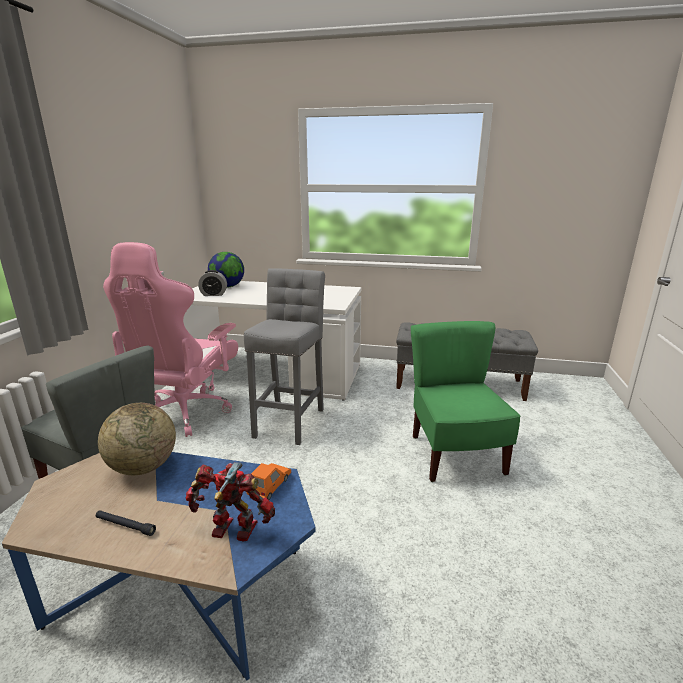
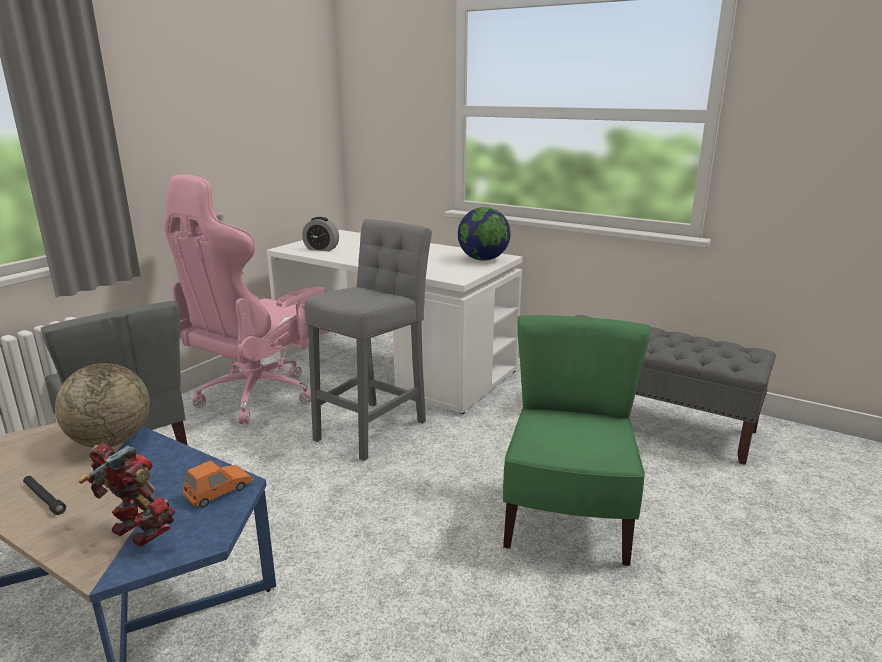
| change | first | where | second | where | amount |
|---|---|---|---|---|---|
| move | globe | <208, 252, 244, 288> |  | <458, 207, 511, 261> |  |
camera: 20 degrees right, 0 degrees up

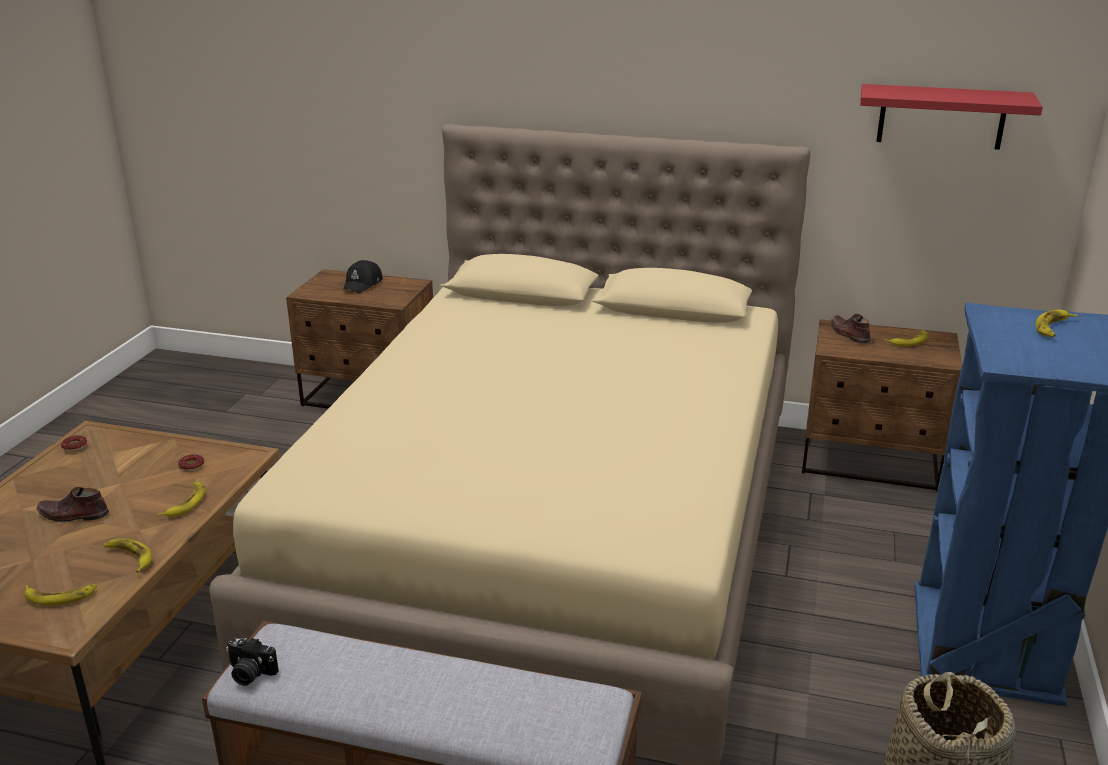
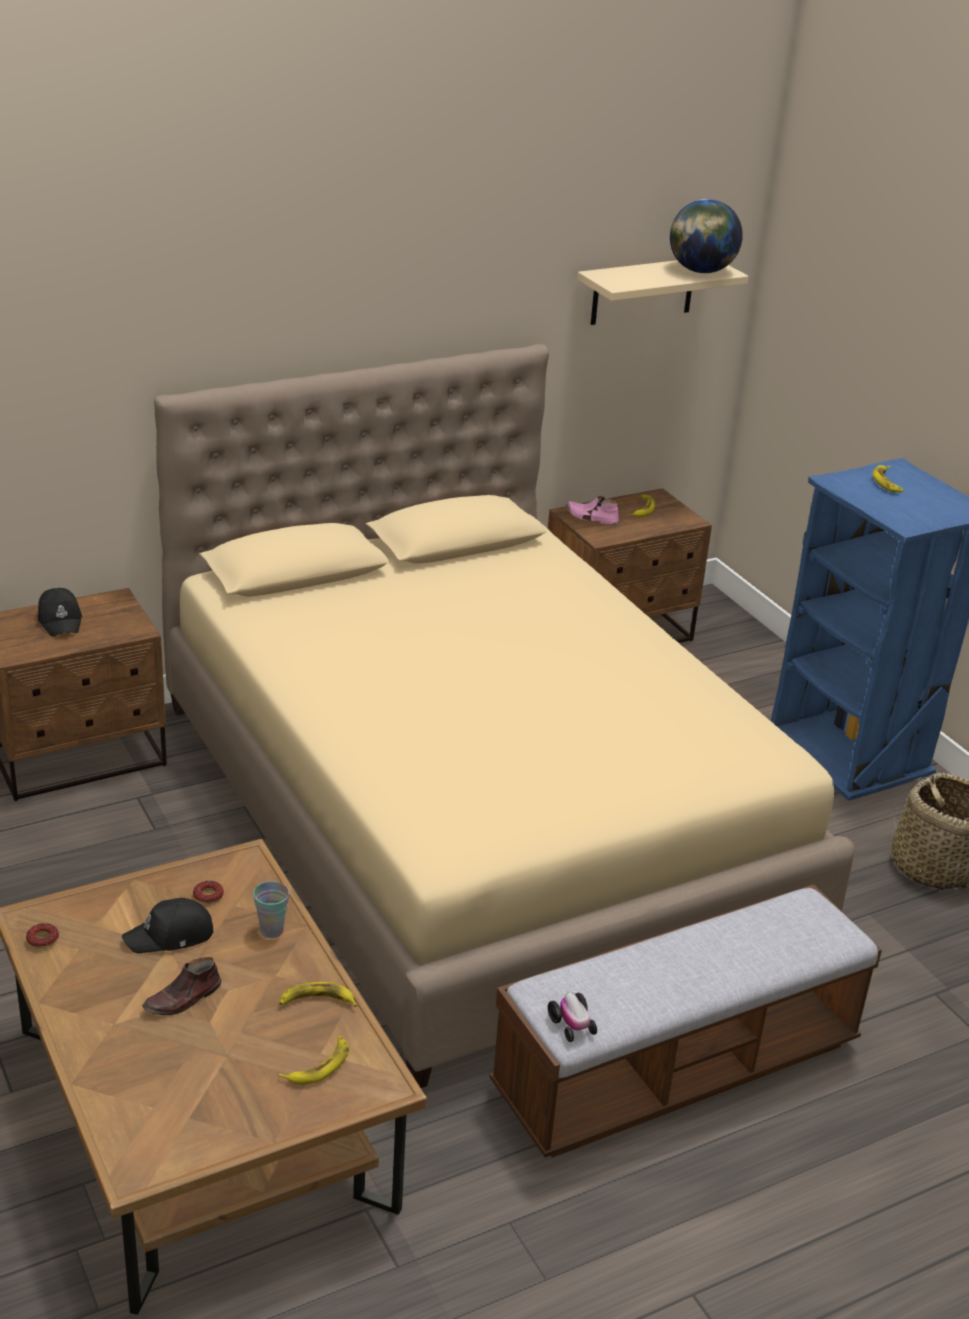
| change | first | where | second | where | amount |
|---|---|---|---|---|---|
| insert |  |  | baseball cap in black | <122, 898, 213, 953> |  |
| replace | whole banana | <158, 482, 206, 517> | drinking cup | <254, 881, 289, 938> |  |
| replace | photo camera | <226, 638, 279, 686> | model car | <548, 992, 597, 1042> |  |
| recolor | shoe in brown | <831, 314, 870, 343> | shoe in pinkish | <566, 496, 619, 524> |  |
| recolor | wall shelf in red-coloured | <860, 84, 1043, 150> | wall shelf in beige | <577, 260, 749, 325> |  |
| insert |  |  | globe | <670, 199, 743, 273> |  |
camera: 45 degrees left, 5 degrees up

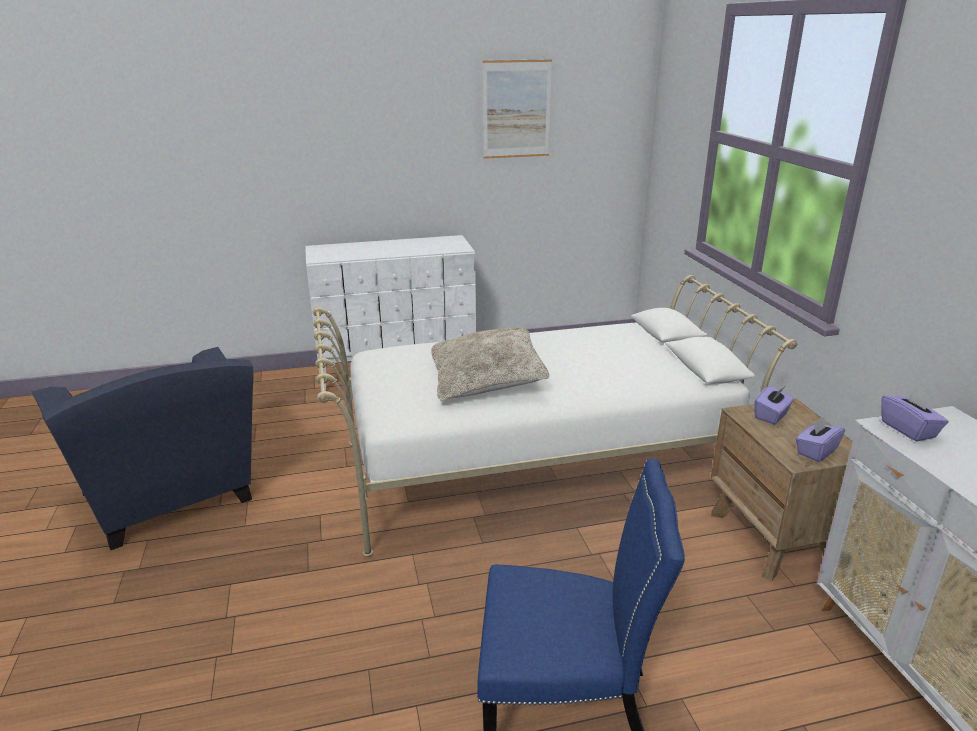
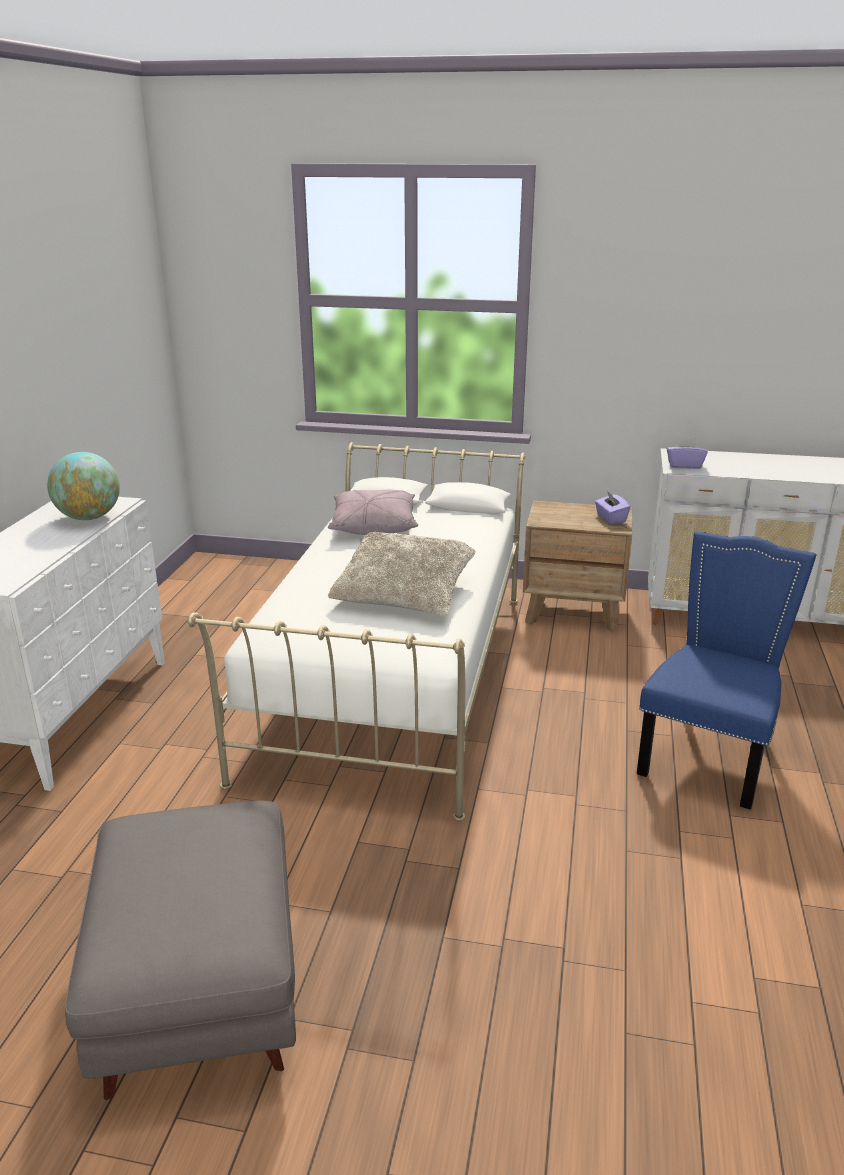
| change | first | where | second | where | amount |
|---|---|---|---|---|---|
| insert |  |  | globe | <47, 452, 120, 520> |  |
| replace | armchair in blue | <32, 347, 254, 550> | ottoman in grey | <65, 800, 296, 1100> |  |
| insert |  |  | cushion in purplish | <328, 490, 418, 535> |  |
| delete | wall picture | <483, 59, 552, 159> |  |  |  |
| delete | tissue holder in purplish | <754, 386, 794, 425> |  |  |  |
camera: 65 degrees left, 0 degrees up

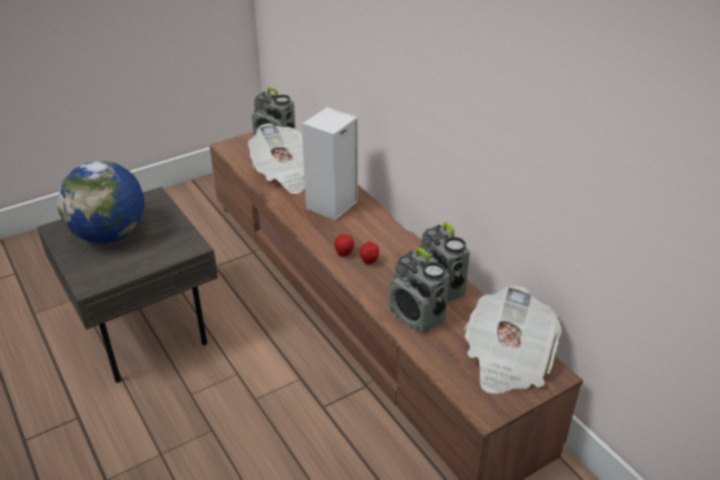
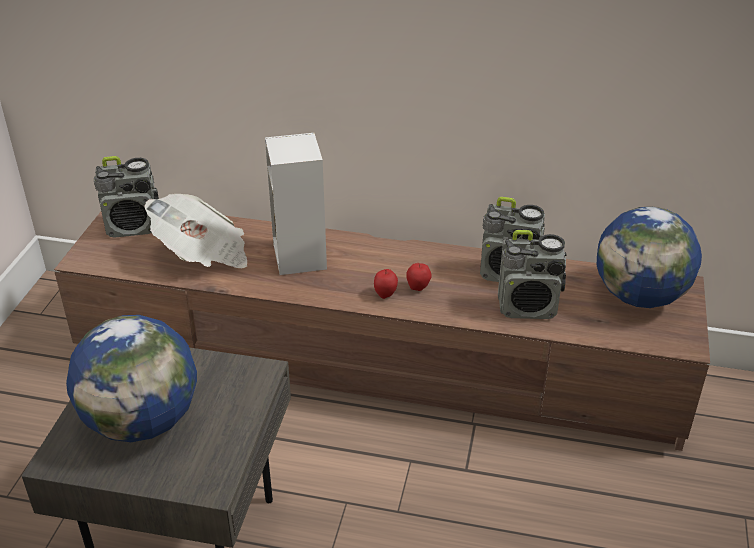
| change | first | where | second | where | amount |
|---|---|---|---|---|---|
| replace | newspaper | <464, 286, 562, 394> | globe | <597, 207, 702, 308> |  |
camera: 45 degrees left, 0 degrees up

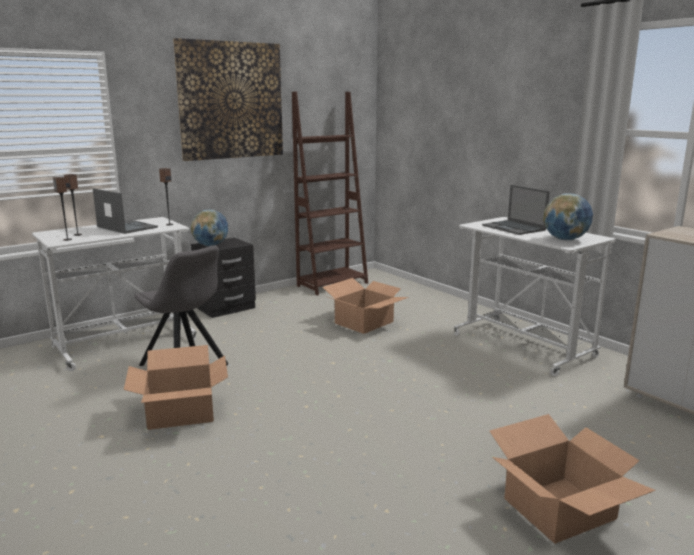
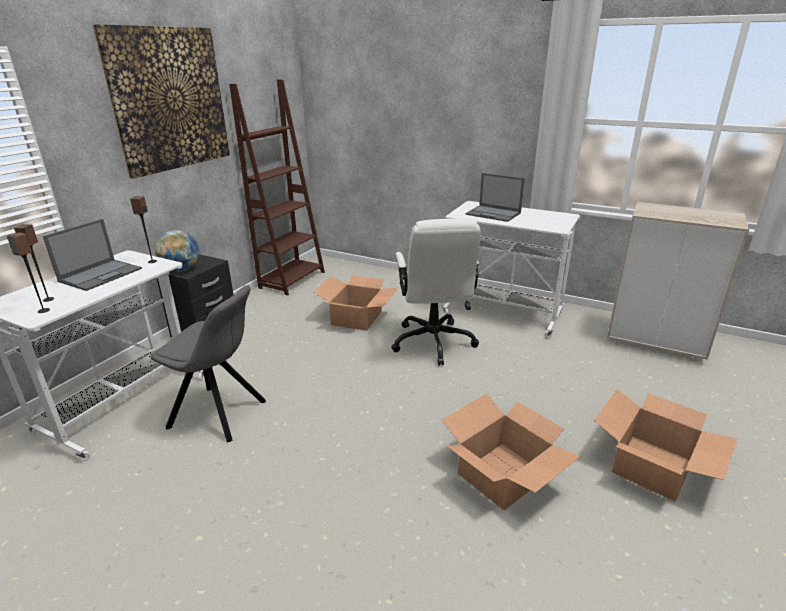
| change | first | where | second | where | amount |
|---|---|---|---|---|---|
| rotate | laptop | <93, 188, 158, 234> |  | <43, 219, 142, 291> | 105 degrees clockwise |
| insert |  |  | desk chair in white-coloured | <391, 218, 481, 365> |  |
| move | packing box | <124, 345, 228, 430> |  | <441, 393, 580, 511> |  |
| delete | globe | <543, 193, 593, 240> |  |  |  |
camera: 25 degrees left, 10 degrees up

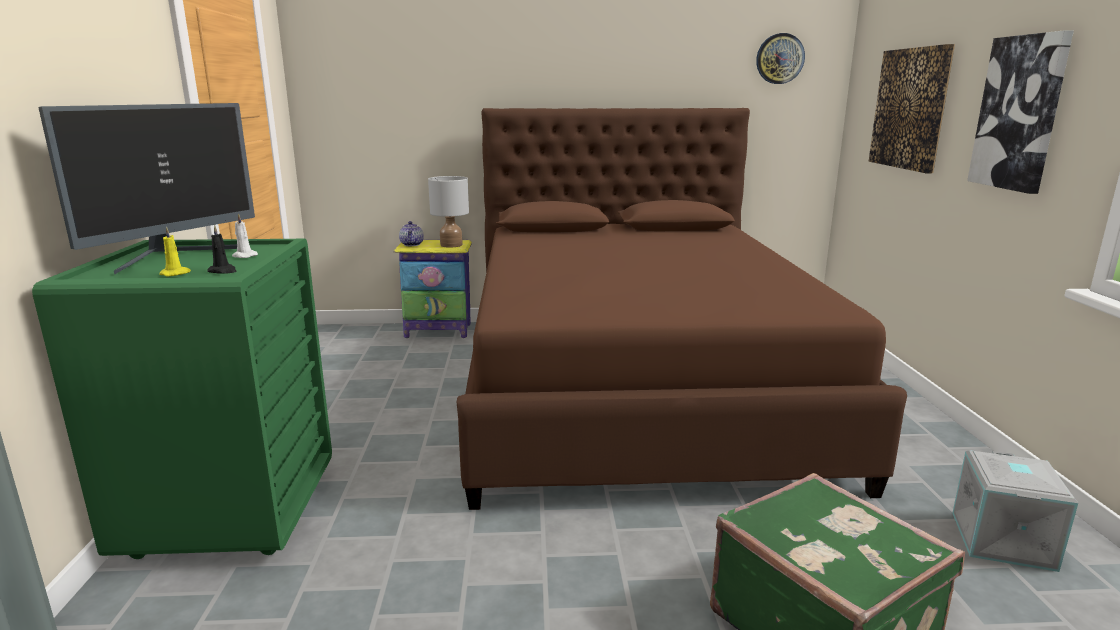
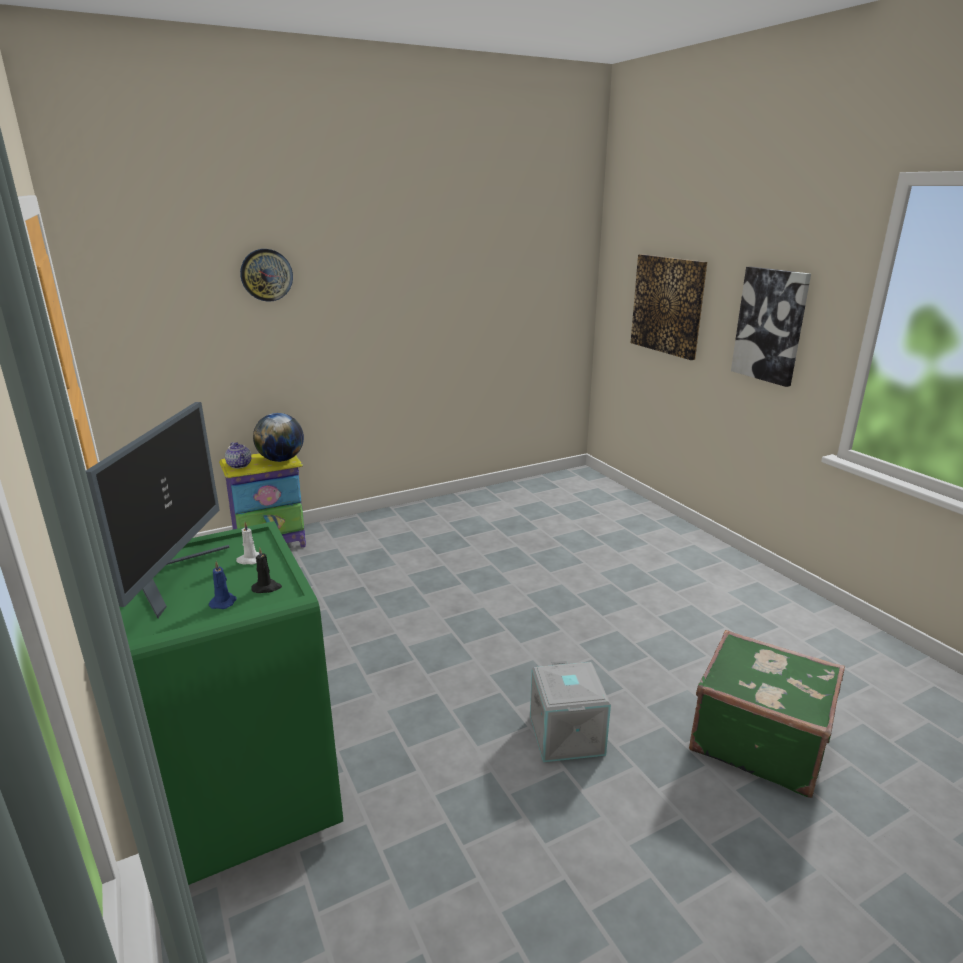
| change | first | where | second | where | amount |
|---|---|---|---|---|---|
| recolor | wax light in yellowish | <159, 227, 191, 277> | wax light in blue | <209, 561, 237, 609> |  |
| move | clock on the wall | <756, 33, 805, 84> |  | <240, 249, 293, 302> |  |
| replace | table lamp in grey | <428, 176, 469, 247> | globe | <253, 413, 304, 462> |  |
| move | storage box in grey | <952, 450, 1078, 572> |  | <530, 661, 611, 762> |  |
| delete | sleeping bed in brown | <457, 108, 907, 510> |  |  |  |
camera: 25 degrees left, 5 degrees up

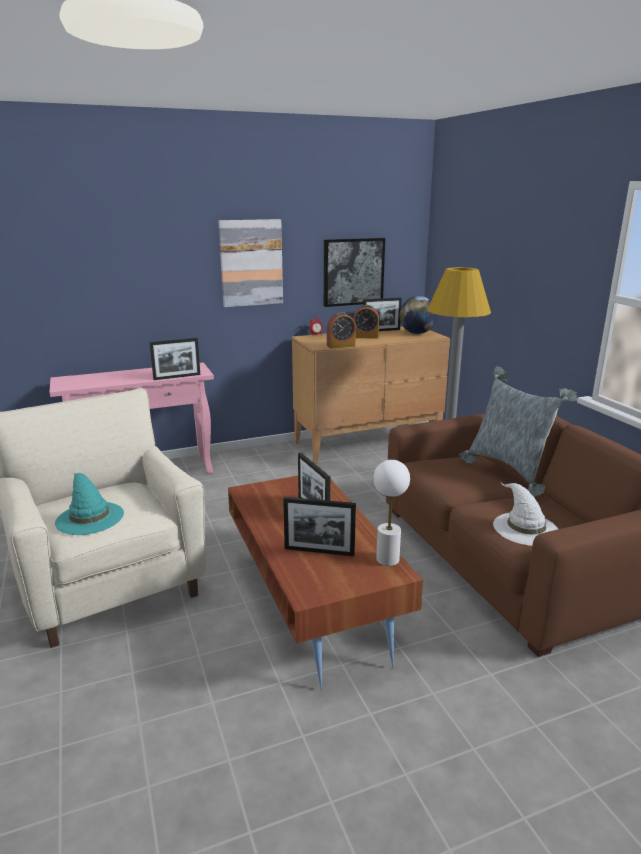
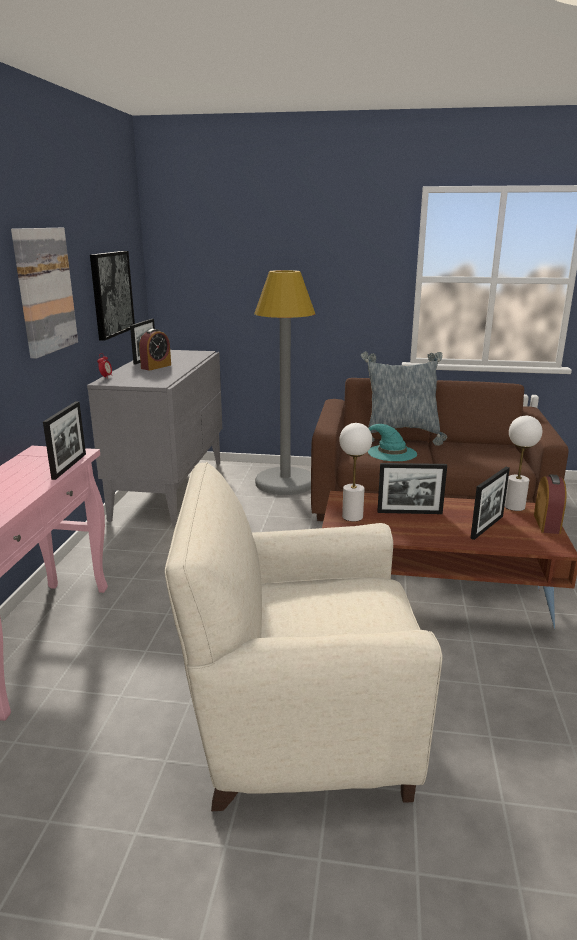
| change | first | where | second | where | amount |
|---|---|---|---|---|---|
| recolor | storage cabinet in brown | <292, 327, 450, 464> | storage cabinet in grey | <87, 350, 222, 526> |  |
| insert |  |  | table lamp in white-coloured | <339, 423, 372, 521> |  |
| move | wearable hat in turquoise | <55, 473, 124, 535> |  | <368, 424, 417, 461> |  |
| move | bedside clock | <327, 312, 356, 349> |  | <534, 474, 567, 534> |  |
| delete | globe | <399, 296, 437, 334> |  |  |  |
| delete | wearable hat in white-coloured | <493, 483, 558, 546> |  |  |  |
camera: 60 degrees left, 0 degrees up

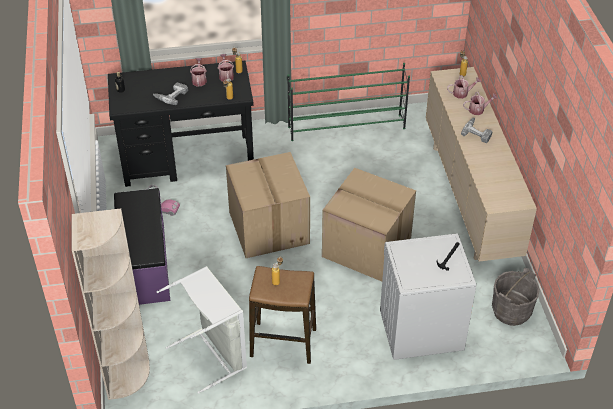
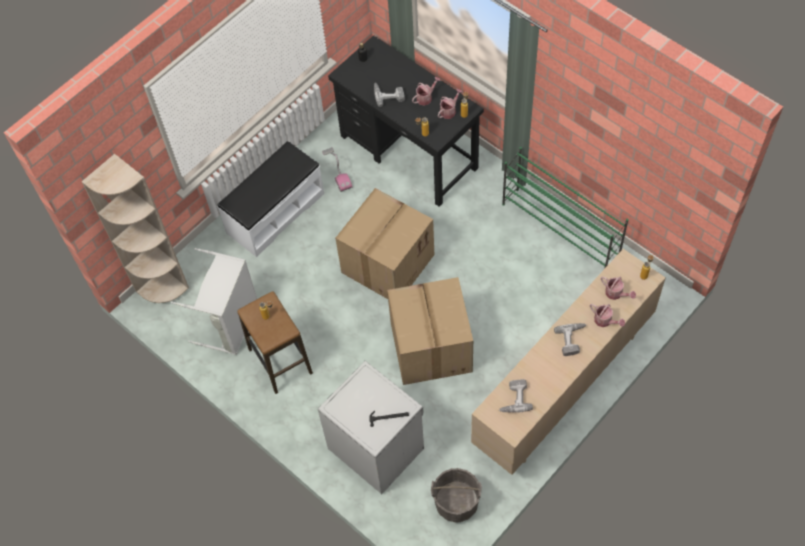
| change | first | where | second | where | amount |
|---|---|---|---|---|---|
| recolor | bench in purplish | <114, 188, 170, 305> | bench in white-coloured | <217, 141, 324, 257> |  |
| insert |  |  | electric drill | <499, 379, 533, 413> |  |
camera: 55 degrees right, 15 degrees up

